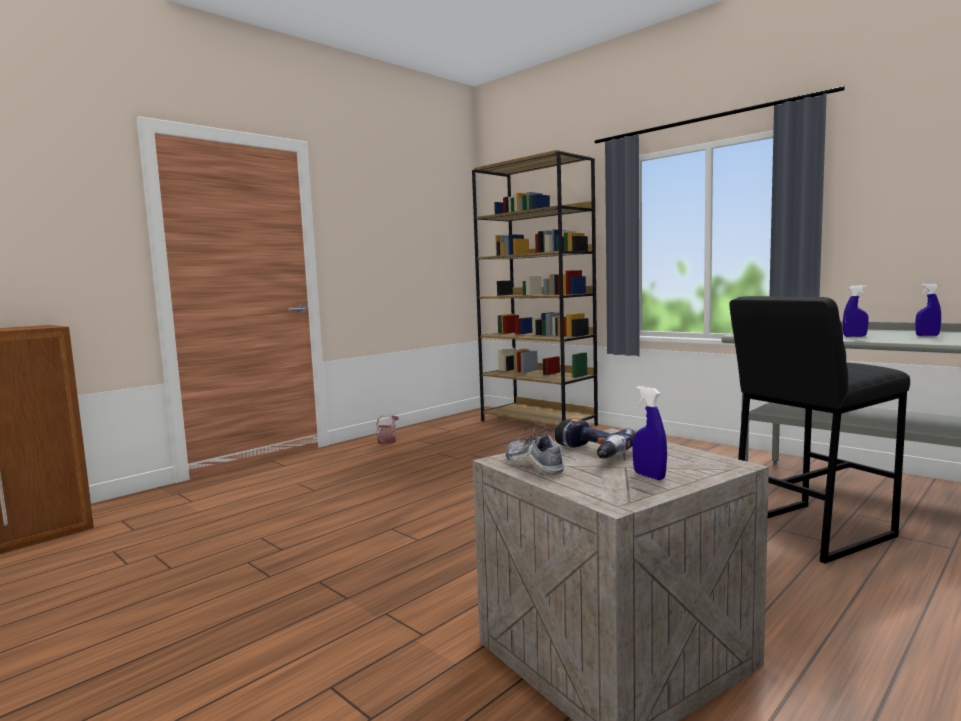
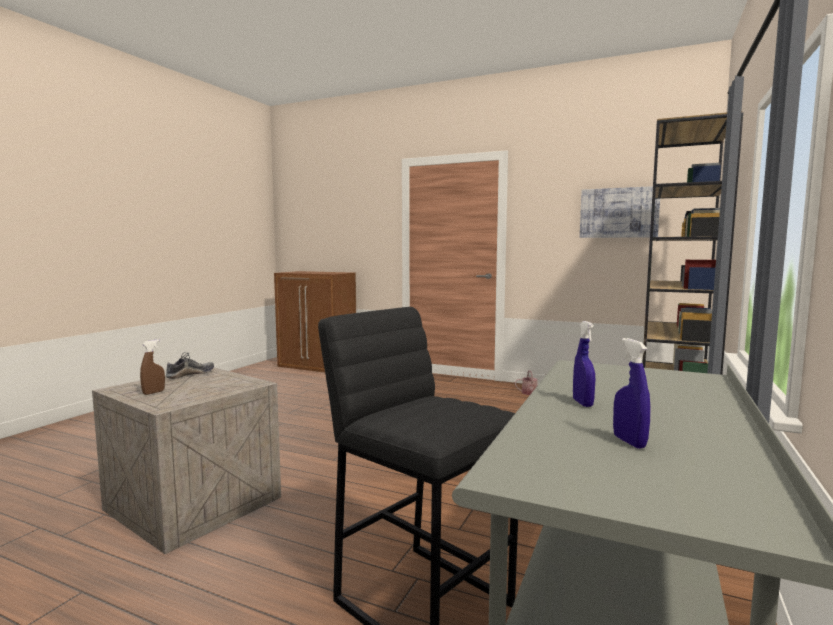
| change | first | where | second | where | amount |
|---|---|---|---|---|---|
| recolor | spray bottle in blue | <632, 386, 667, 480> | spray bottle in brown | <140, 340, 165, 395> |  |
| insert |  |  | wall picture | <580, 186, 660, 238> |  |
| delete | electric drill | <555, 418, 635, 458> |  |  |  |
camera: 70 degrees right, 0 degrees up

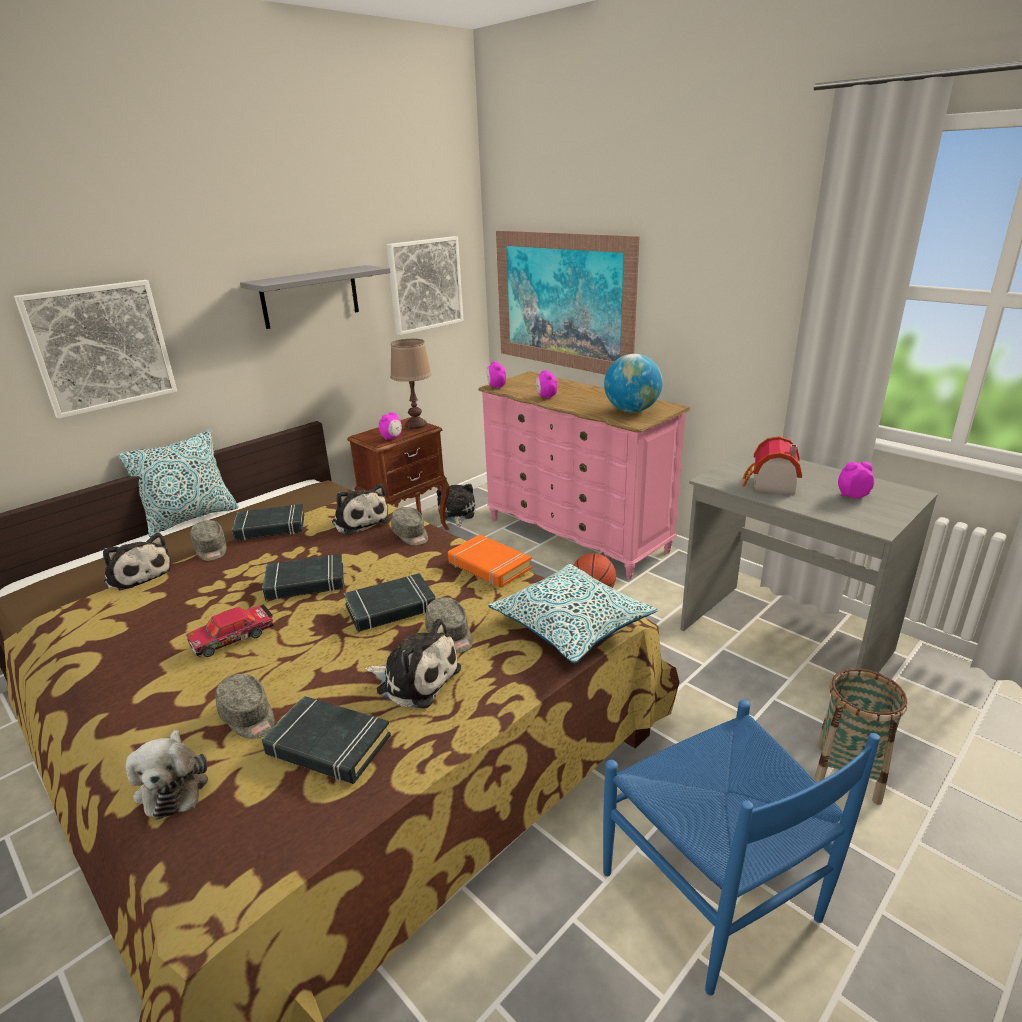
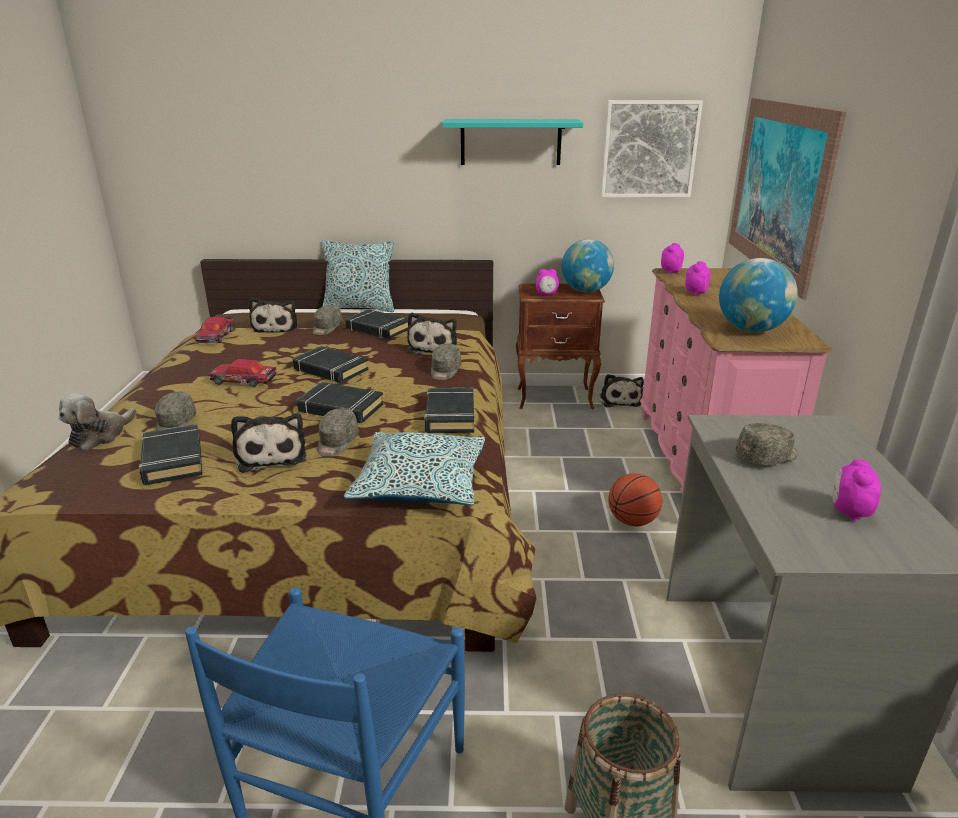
| change | first | where | second | where | amount |
|---|---|---|---|---|---|
| insert |  |  | model car | <195, 317, 234, 343> |  |
| recolor | bound book in orange | <448, 535, 532, 588> | bound book in black | <424, 388, 474, 433> |  |
| recolor | wall shelf in grey | <240, 265, 391, 329> | wall shelf in turquoise | <442, 119, 583, 165> |  |
| replace | table lamp in brown | <390, 339, 432, 429> | globe | <562, 239, 614, 293> |  |
| rotate | plush toy | <437, 484, 475, 526> |  | <600, 374, 644, 407> | 135 degrees clockwise |
| replace | miniature house | <742, 436, 802, 495> | baseball cap in grey | <736, 423, 798, 465> |  |
| rotate | bedside clock | <838, 462, 874, 499> |  | <832, 459, 881, 522> | 120 degrees counterclockwise |
| delete | wall picture | <14, 280, 177, 419> |  |  |  |
camera: 45 degrees right, 0 degrees up

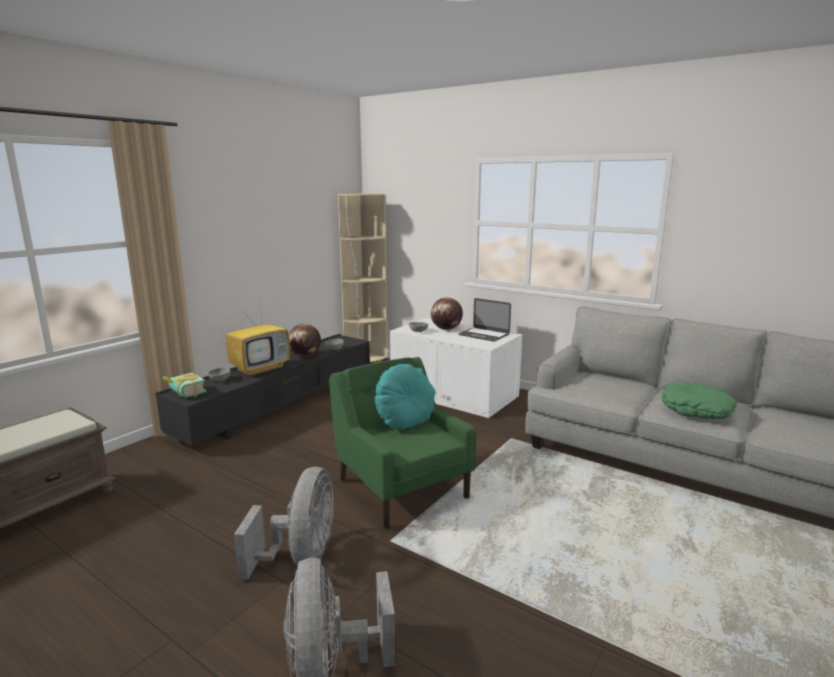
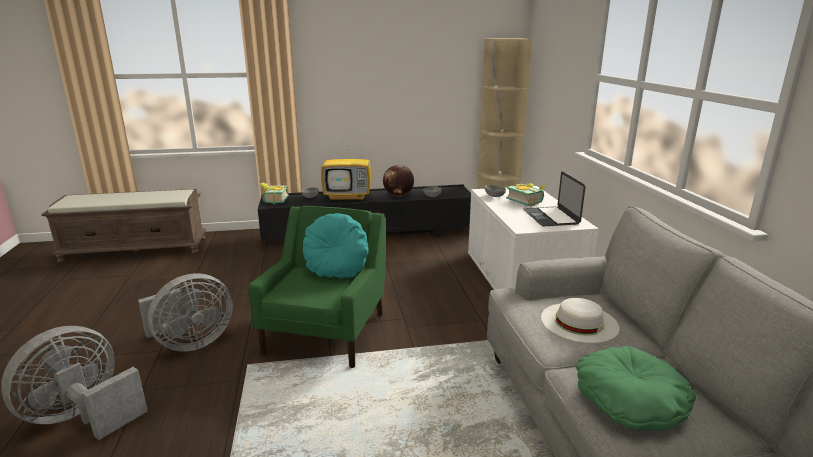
| change | first | where | second | where | amount |
|---|---|---|---|---|---|
| replace | globe | <431, 297, 463, 330> | bound book | <506, 183, 545, 207> |  |
| insert |  |  | wearable hat in white-coloured | <541, 298, 619, 343> |  |
camera: 45 degrees right, 5 degrees up

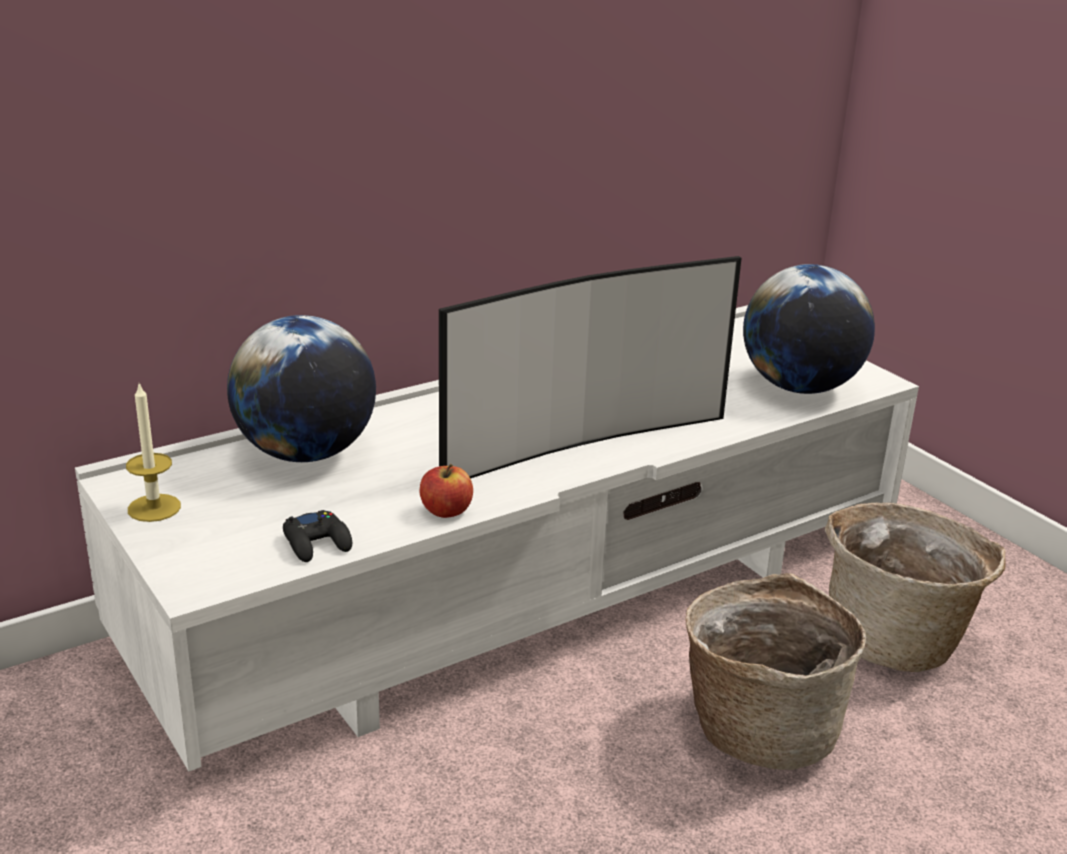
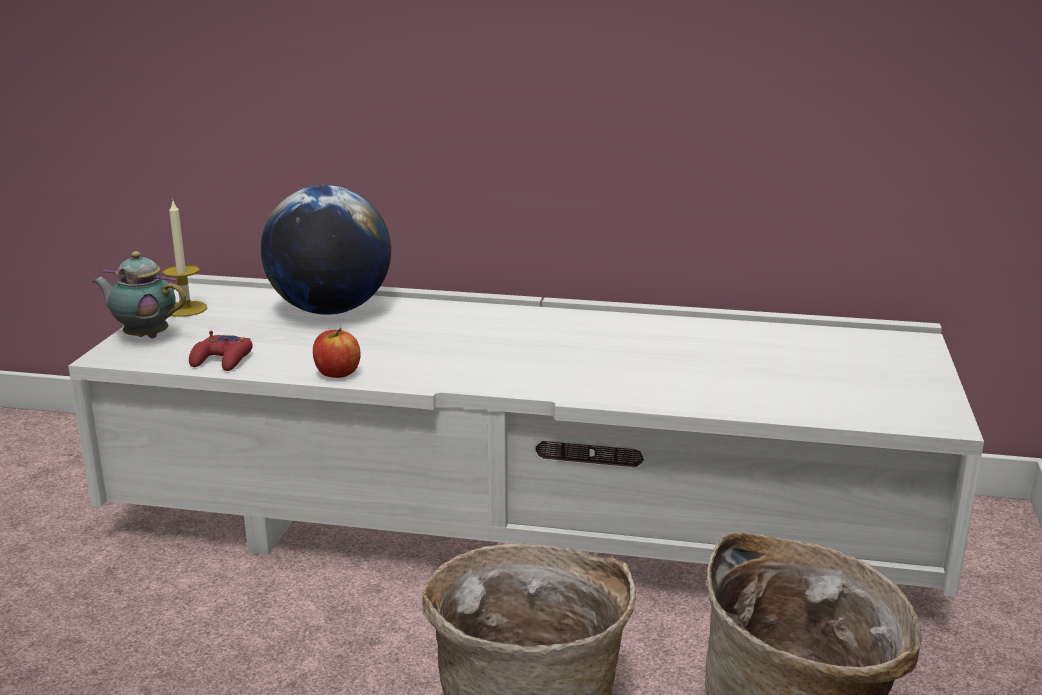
| change | first | where | second | where | amount |
|---|---|---|---|---|---|
| insert |  |  | pot for tea | <92, 251, 186, 339> |  |
| recolor | joypad in black | <283, 510, 352, 562> | joypad in red-coloured | <189, 331, 253, 371> |  |
| delete | TV set | <439, 256, 742, 479> |  |  |  |
| delete | globe | <743, 264, 875, 394> |  |  |  |
camera: 45 degrees right, 5 degrees down

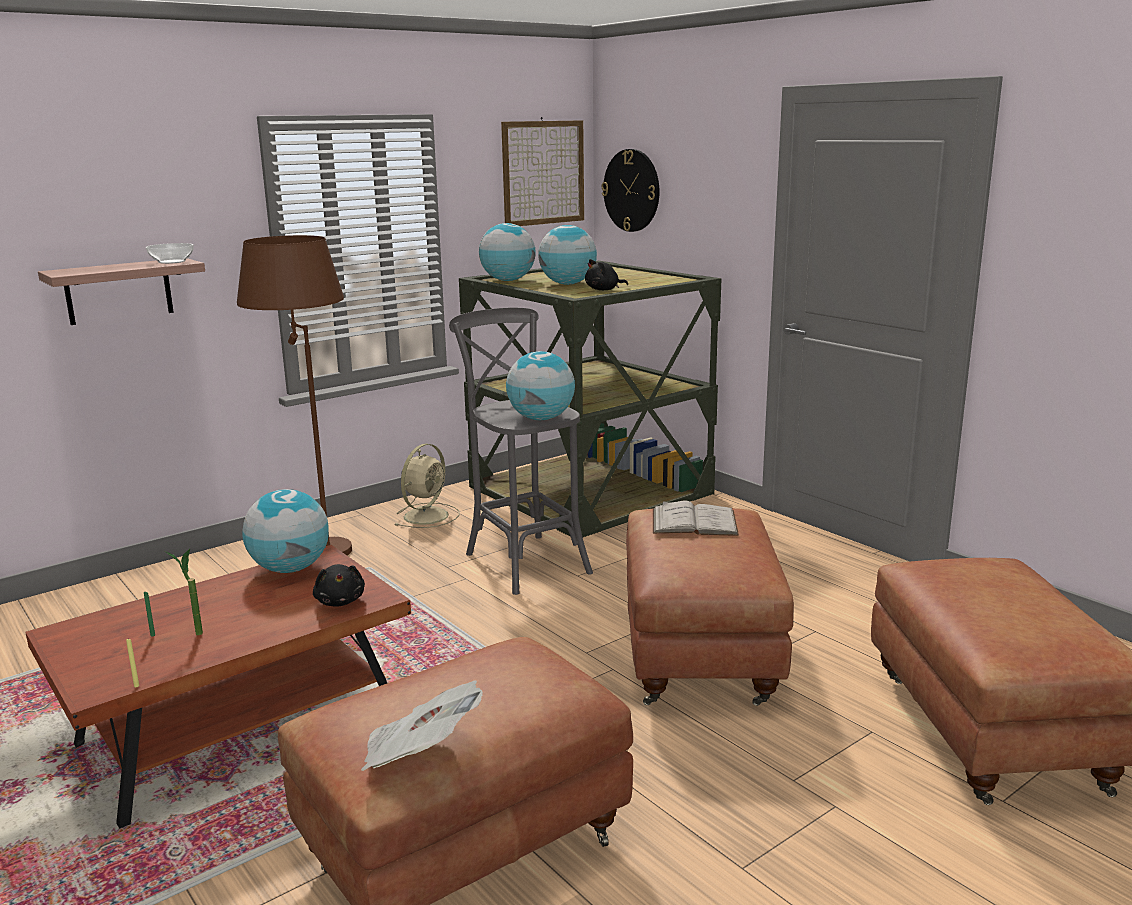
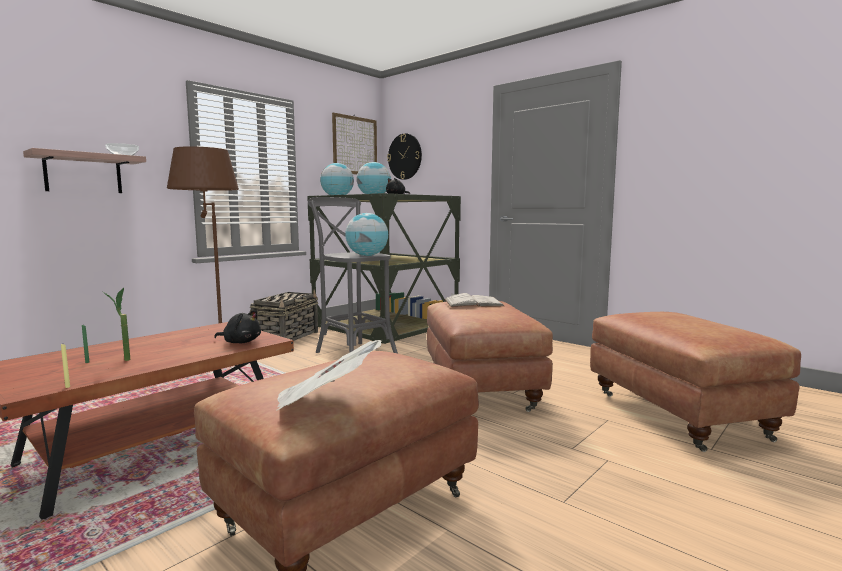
| change | first | where | second | where | amount |
|---|---|---|---|---|---|
| rotate | plush toy in black | <313, 564, 365, 607> |  | <214, 310, 261, 343> | 45 degrees counterclockwise |
| replace | fan in beige | <394, 444, 460, 528> | basket | <250, 289, 318, 341> |  |
| delete | globe | <242, 489, 329, 573> |  |  |  |
camera: 10 degrees left, 10 degrees down

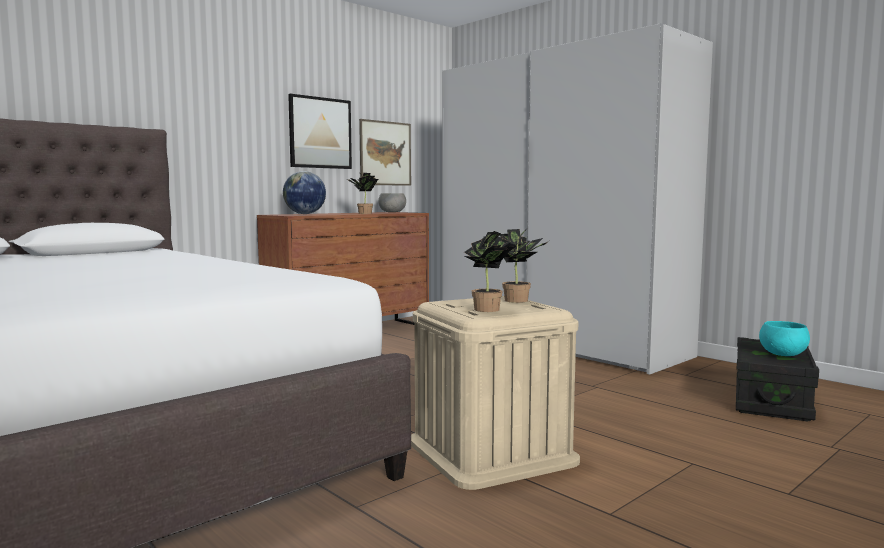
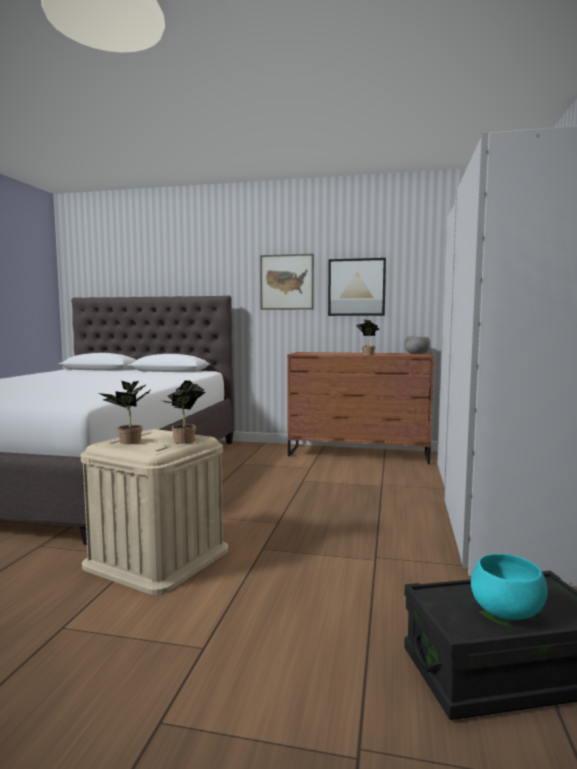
| change | first | where | second | where | amount |
|---|---|---|---|---|---|
| move | wall picture | <359, 119, 411, 186> |  | <260, 254, 314, 310> |  |
| delete | globe | <283, 171, 326, 214> |  |  |  |
camera: 55 degrees right, 0 degrees up

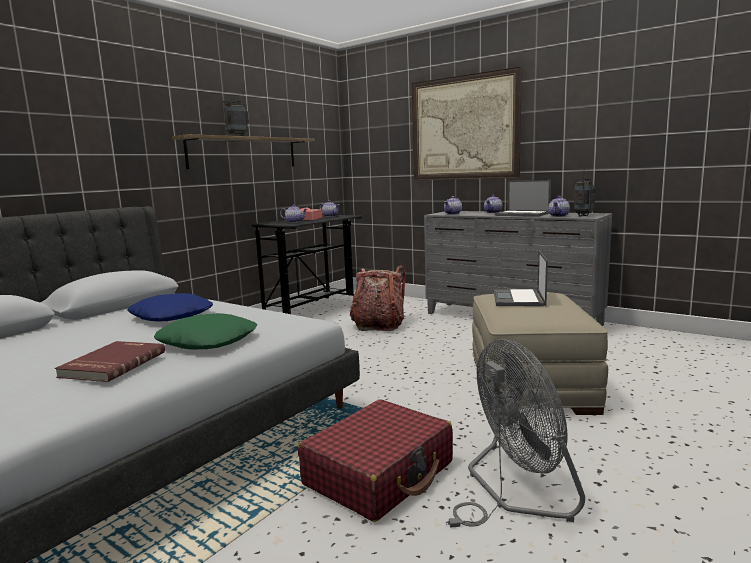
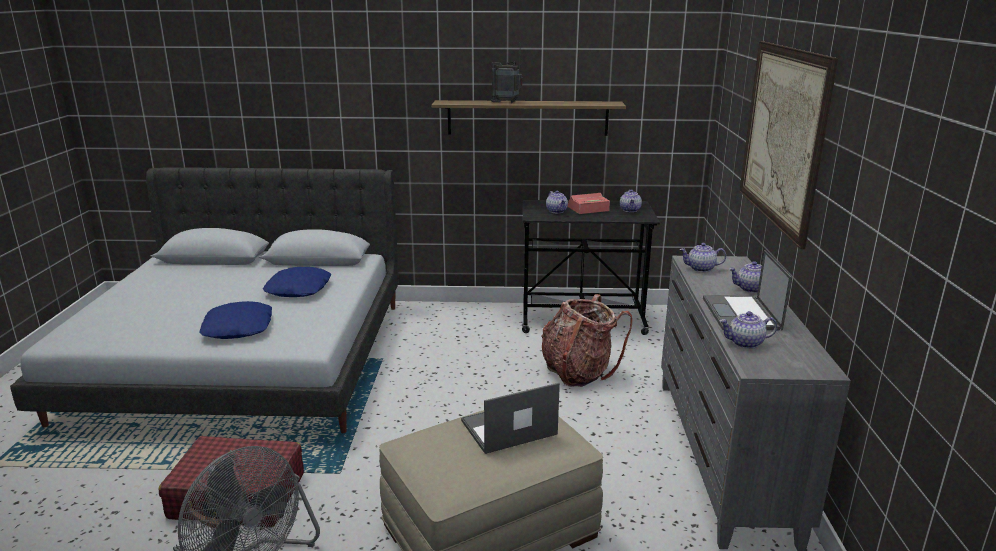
| change | first | where | second | where | amount |
|---|---|---|---|---|---|
| recolor | cushion in greenish | <154, 313, 257, 350> | cushion in blue | <199, 301, 272, 339> |  |
| delete | bound book in red-coloured | <55, 341, 165, 382> |  |  |  |
| delete | radio receiver | <574, 160, 595, 217> |  |  |  |
camera: 55 degrees right, 10 degrees up

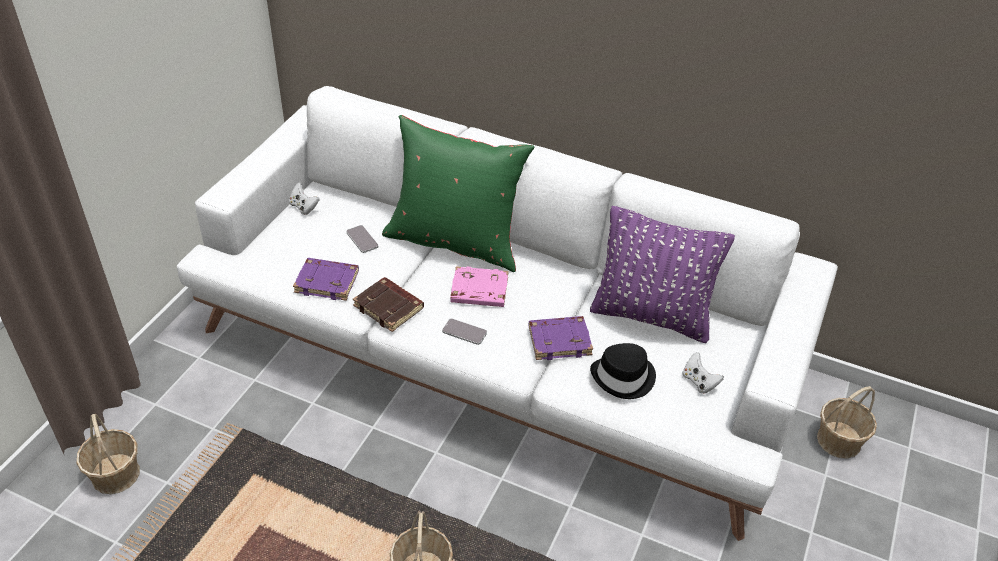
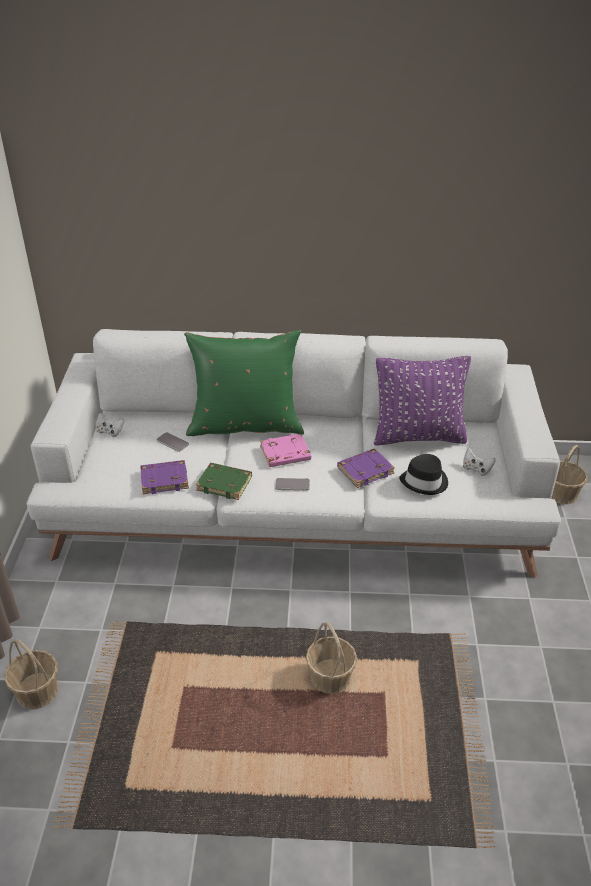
| change | first | where | second | where | amount |
|---|---|---|---|---|---|
| recolor | bound book in brown | <353, 277, 424, 332> | bound book in greenish | <196, 463, 252, 500> |  |
camera: 20 degrees left, 5 degrees down

